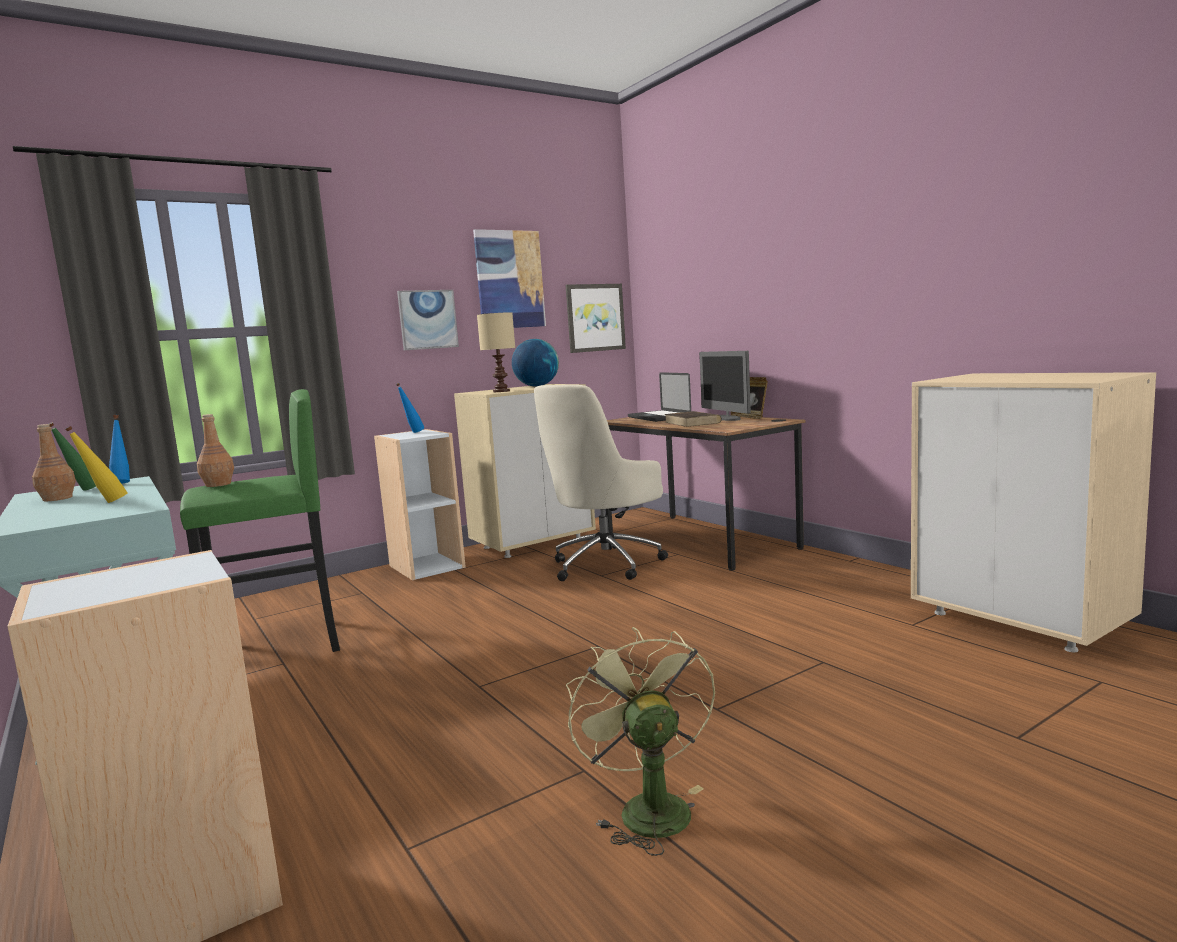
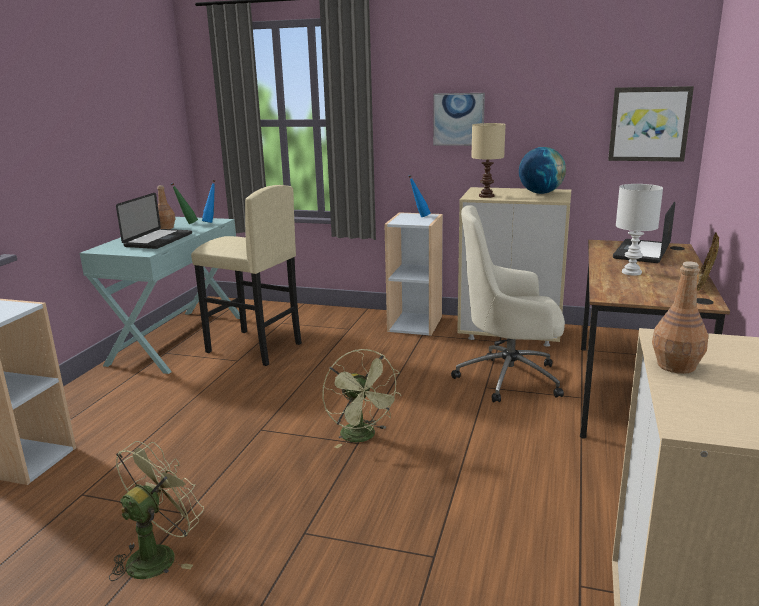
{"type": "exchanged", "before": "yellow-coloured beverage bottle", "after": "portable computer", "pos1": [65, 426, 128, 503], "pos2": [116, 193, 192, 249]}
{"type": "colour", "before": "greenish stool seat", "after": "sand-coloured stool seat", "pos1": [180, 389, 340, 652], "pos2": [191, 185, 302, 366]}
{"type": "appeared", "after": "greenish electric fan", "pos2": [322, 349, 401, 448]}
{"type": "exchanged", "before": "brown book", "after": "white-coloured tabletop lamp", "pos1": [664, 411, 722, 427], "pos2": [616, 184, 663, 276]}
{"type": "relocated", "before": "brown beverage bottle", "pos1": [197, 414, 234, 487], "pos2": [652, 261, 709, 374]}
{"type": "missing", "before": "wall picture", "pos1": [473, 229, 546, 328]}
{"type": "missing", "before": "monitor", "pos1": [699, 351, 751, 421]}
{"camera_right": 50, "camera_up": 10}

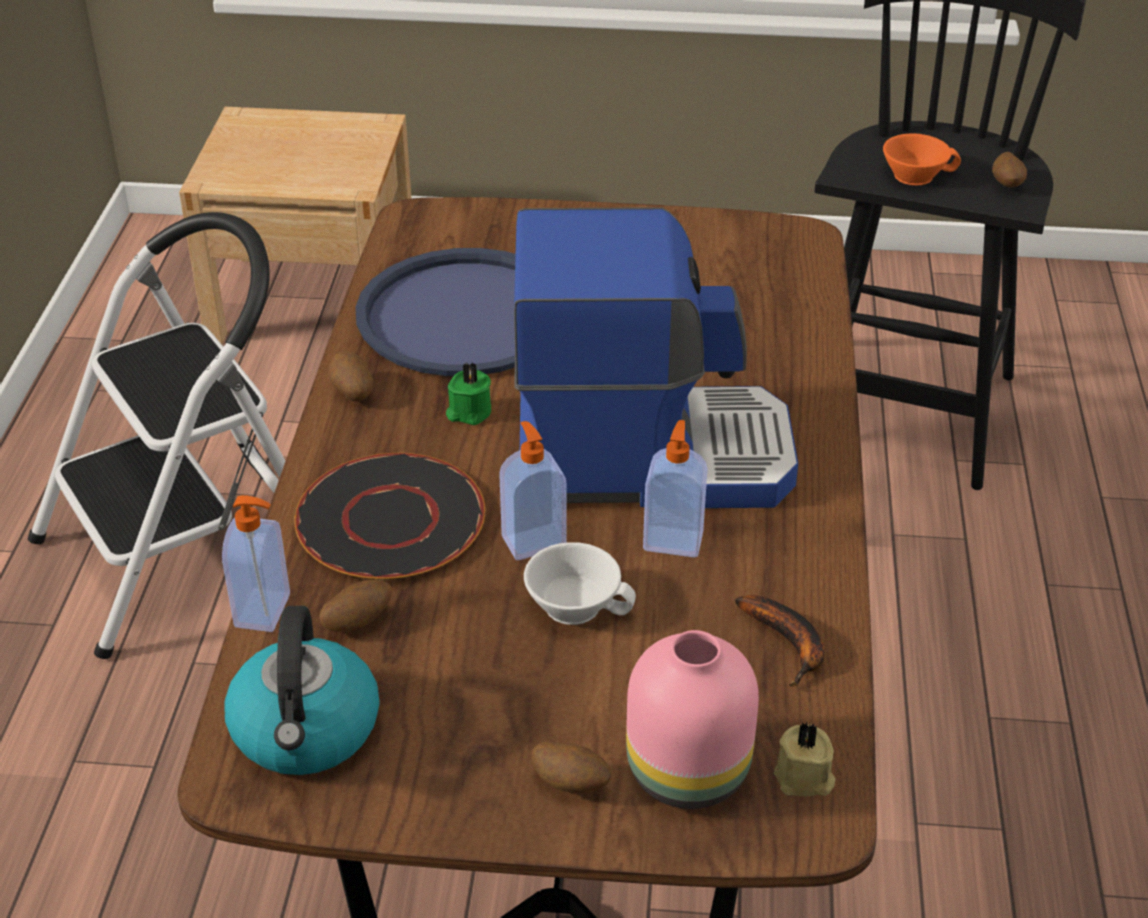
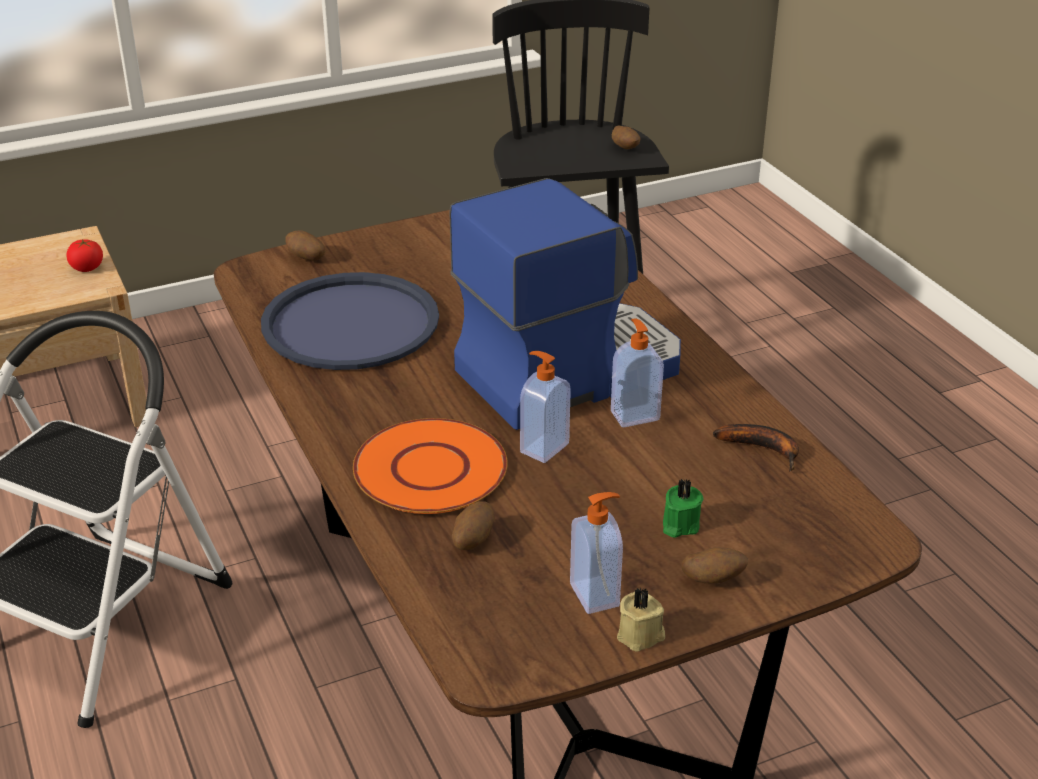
{"type": "appeared", "after": "tomato", "pos2": [67, 239, 103, 272]}
{"type": "relocated", "before": "whole potato", "pos1": [329, 351, 373, 401], "pos2": [286, 230, 325, 261]}
{"type": "colour", "before": "blackish dinner plate", "after": "orange-coloured dinner plate", "pos1": [294, 453, 486, 580], "pos2": [353, 418, 508, 514]}
{"type": "relocated", "before": "soap dispenser", "pos1": [222, 495, 290, 632], "pos2": [570, 492, 623, 614]}
{"type": "relocated", "before": "sand-coloured candle", "pos1": [774, 721, 835, 796], "pos2": [617, 588, 665, 652]}
{"type": "relocated", "before": "greenish candle", "pos1": [446, 362, 491, 425], "pos2": [663, 479, 703, 538]}
{"type": "missing", "before": "tea kettle", "pos1": [224, 605, 379, 775]}
{"type": "missing", "before": "white-coloured small cup", "pos1": [524, 542, 636, 625]}
{"type": "missing", "before": "pink vase", "pos1": [626, 630, 759, 809]}
{"type": "missing", "before": "orange-coloured small cup", "pos1": [883, 133, 961, 186]}
{"camera_right": -30, "camera_up": -5}

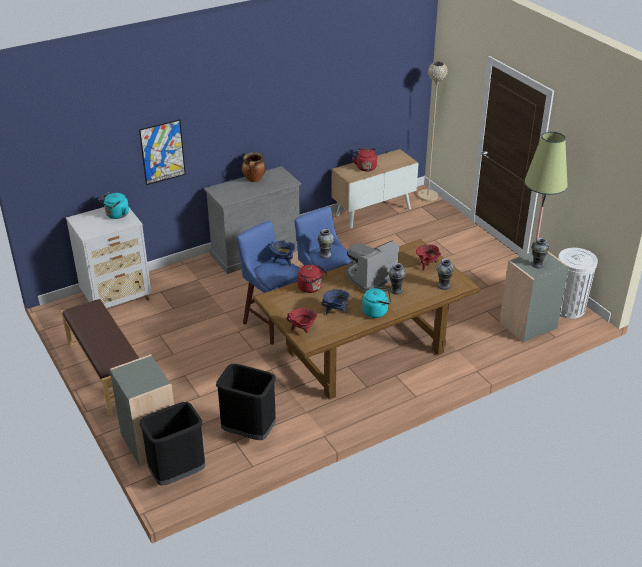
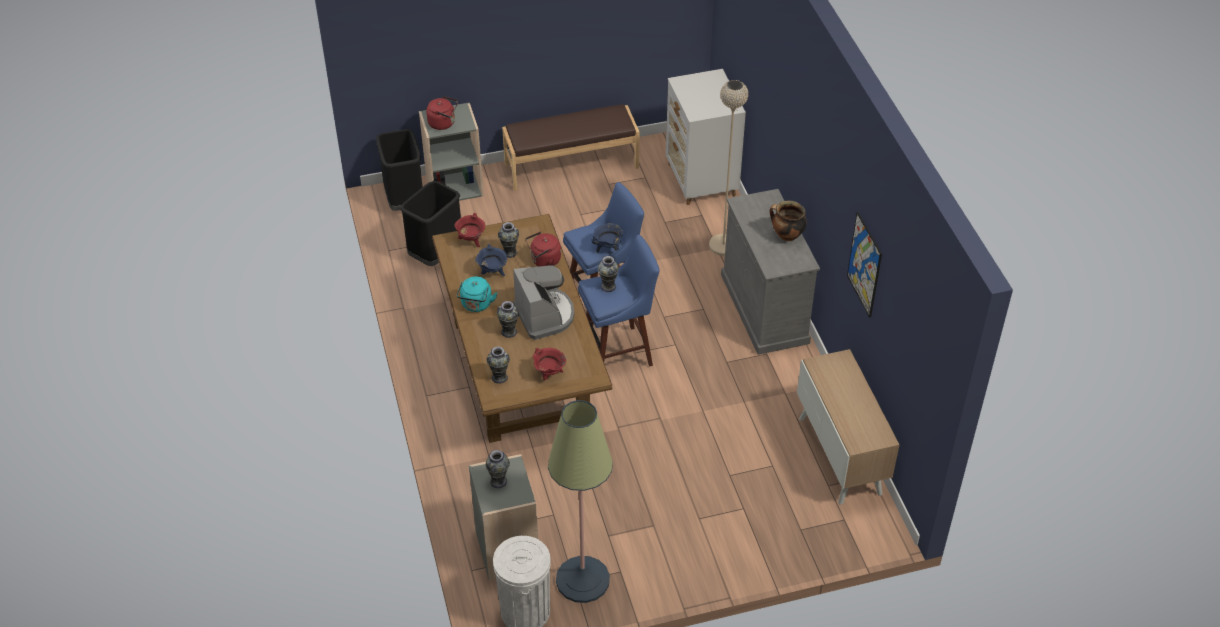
{"type": "relocated", "before": "red-coloured tea kettle", "pos1": [352, 148, 377, 171], "pos2": [426, 96, 458, 130]}
{"type": "appeared", "after": "vase", "pos2": [498, 222, 519, 258]}
{"type": "relocated", "before": "sand-coloured standing lamp", "pos1": [418, 62, 448, 202], "pos2": [709, 80, 748, 256]}
{"type": "relocated", "before": "wall picture", "pos1": [139, 119, 186, 185], "pos2": [847, 212, 882, 318]}
{"type": "missing", "before": "turquoise tea kettle", "pos1": [99, 192, 129, 219]}
{"camera_right": 105, "camera_up": 10}

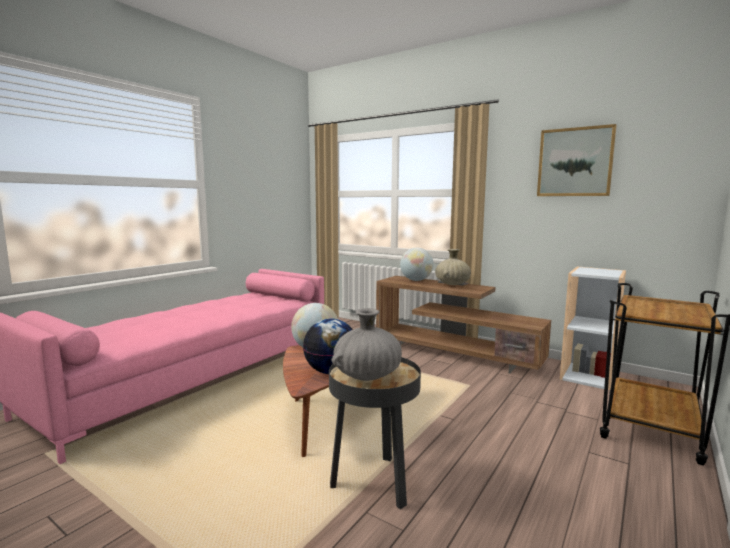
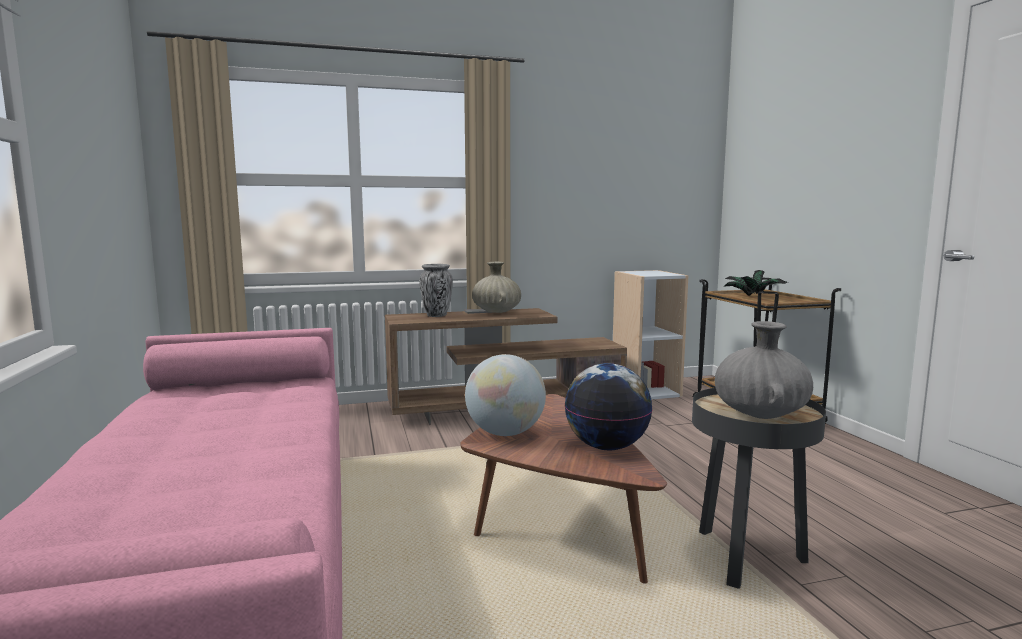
{"type": "exchanged", "before": "desk globe", "after": "vase", "pos1": [400, 248, 434, 281], "pos2": [419, 264, 453, 317]}
{"type": "appeared", "after": "plant in a pot", "pos2": [723, 270, 788, 296]}
{"type": "missing", "before": "wall picture", "pos1": [537, 124, 616, 196]}
{"camera_right": -50, "camera_up": 0}

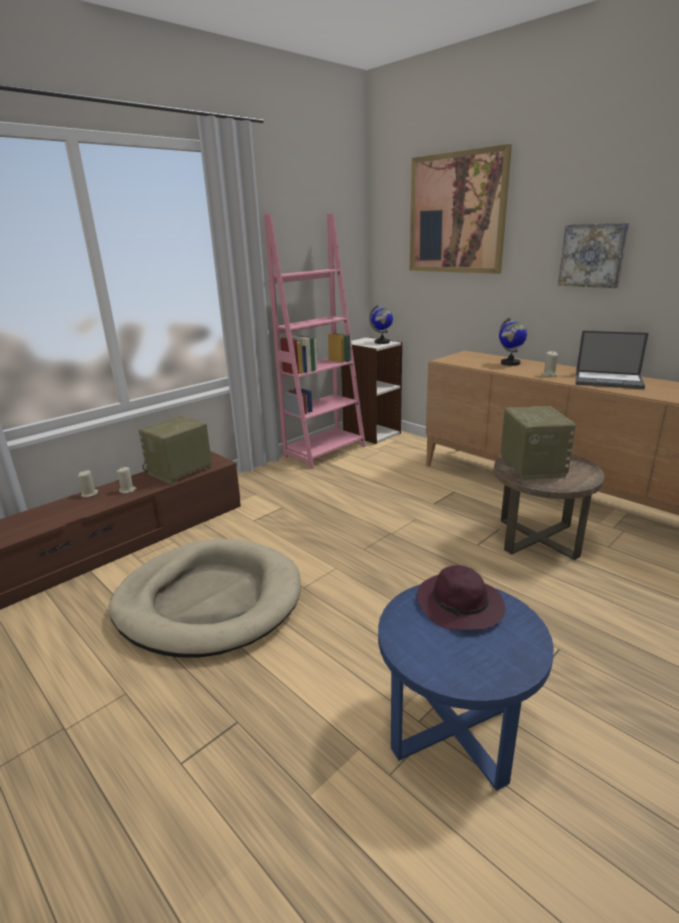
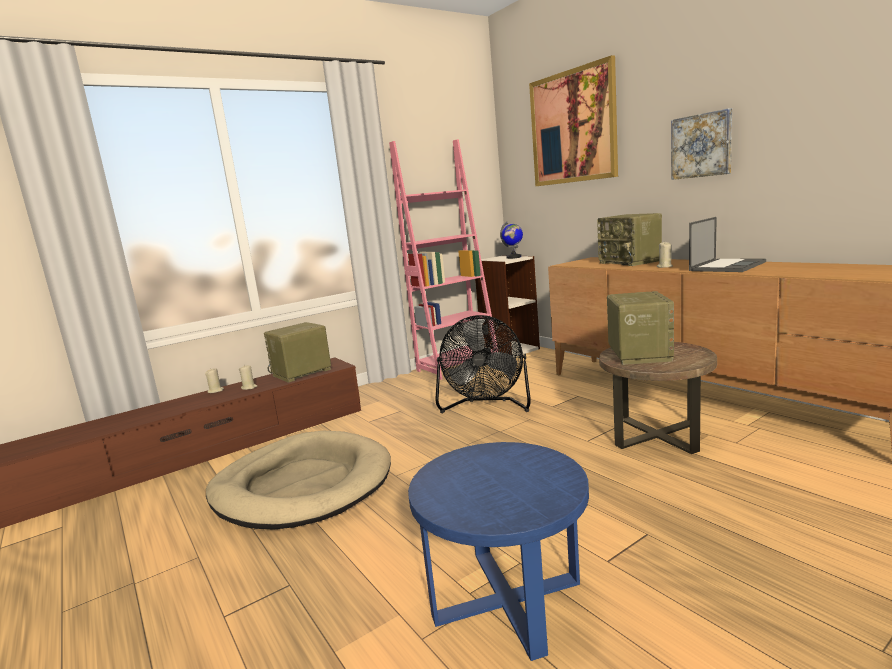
{"type": "appeared", "after": "blackish electric fan", "pos2": [435, 315, 531, 413]}
{"type": "exchanged", "before": "desk globe", "after": "radio", "pos1": [499, 317, 527, 366], "pos2": [597, 213, 662, 266]}
{"type": "spun", "before": "portable computer", "pos1": [576, 331, 649, 389], "pos2": [689, 217, 766, 272], "turn": -75}
{"type": "missing", "before": "purple-coloured clothing hat", "pos1": [417, 565, 505, 630]}
{"camera_right": 10, "camera_up": -10}

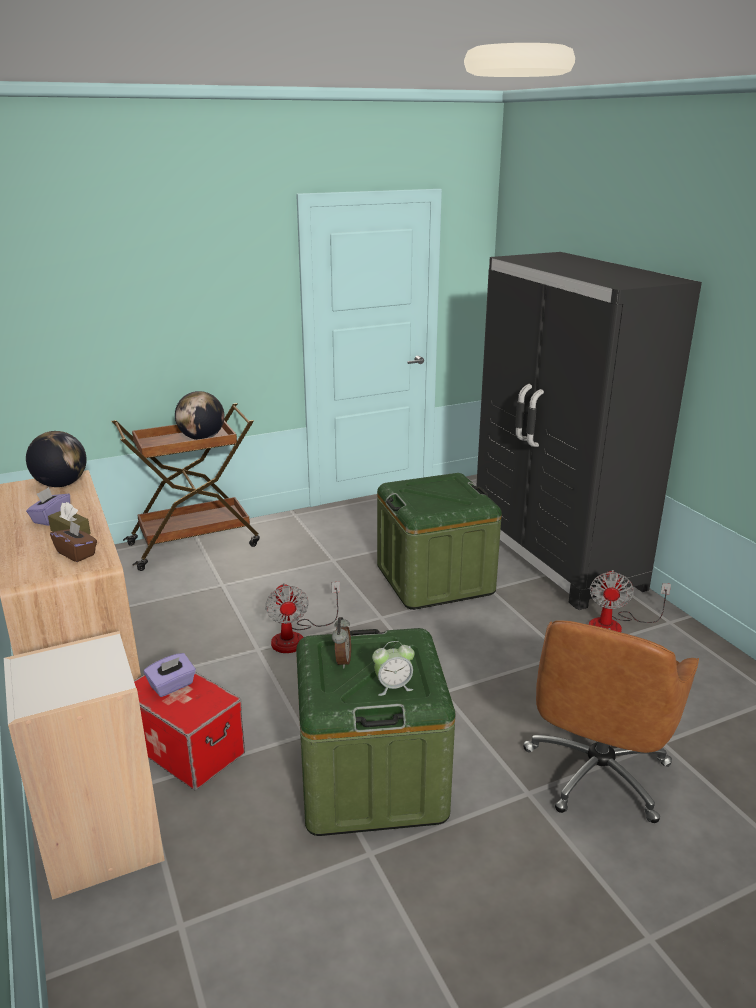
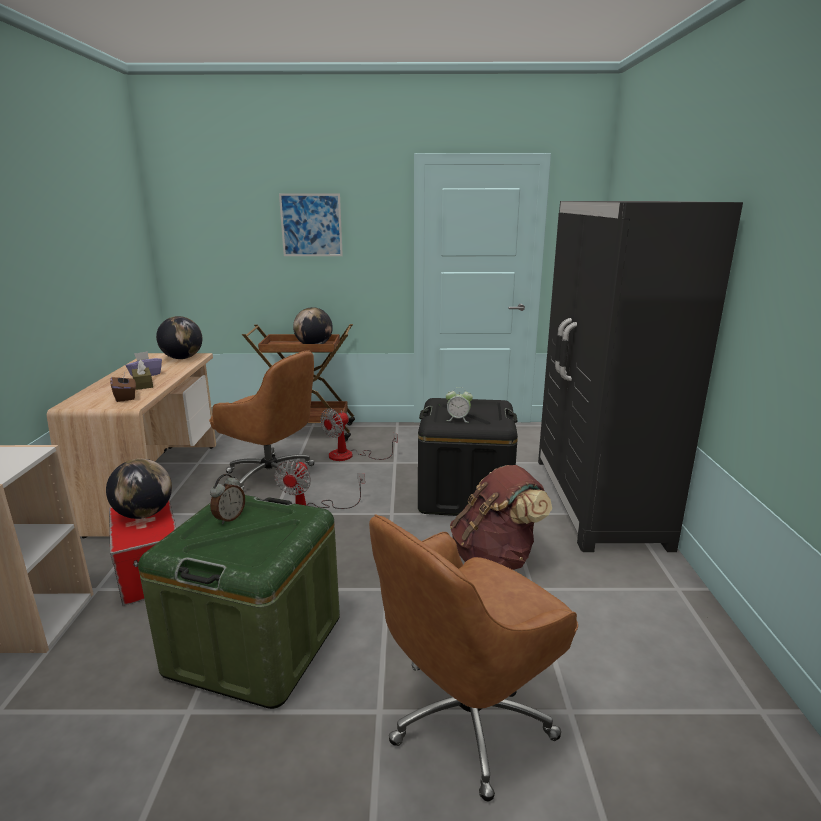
{"type": "exchanged", "before": "purple-coloured tissue box", "after": "desk globe", "pos1": [144, 653, 196, 697], "pos2": [106, 459, 172, 519]}
{"type": "appeared", "after": "brown desk chair", "pos2": [209, 350, 314, 491]}
{"type": "appeared", "after": "wall picture", "pos2": [279, 193, 343, 256]}
{"type": "relocated", "before": "electric fan", "pos1": [589, 570, 671, 632], "pos2": [320, 408, 398, 461]}
{"type": "colour", "before": "greenish storage box", "after": "blackish storage box", "pos1": [377, 473, 502, 610], "pos2": [418, 398, 518, 516]}
{"type": "relocated", "before": "bedside clock", "pos1": [372, 641, 415, 696], "pos2": [446, 387, 473, 423]}
{"type": "appeared", "after": "brown rucksack", "pos2": [450, 465, 552, 570]}
{"camera_right": 25, "camera_up": -5}

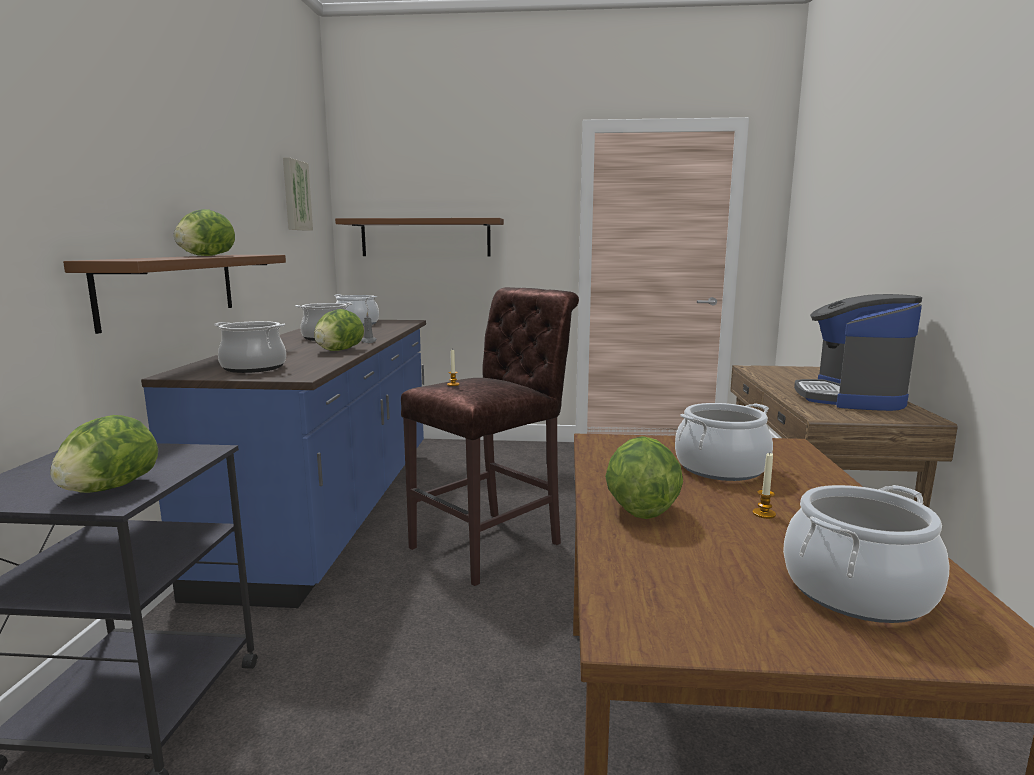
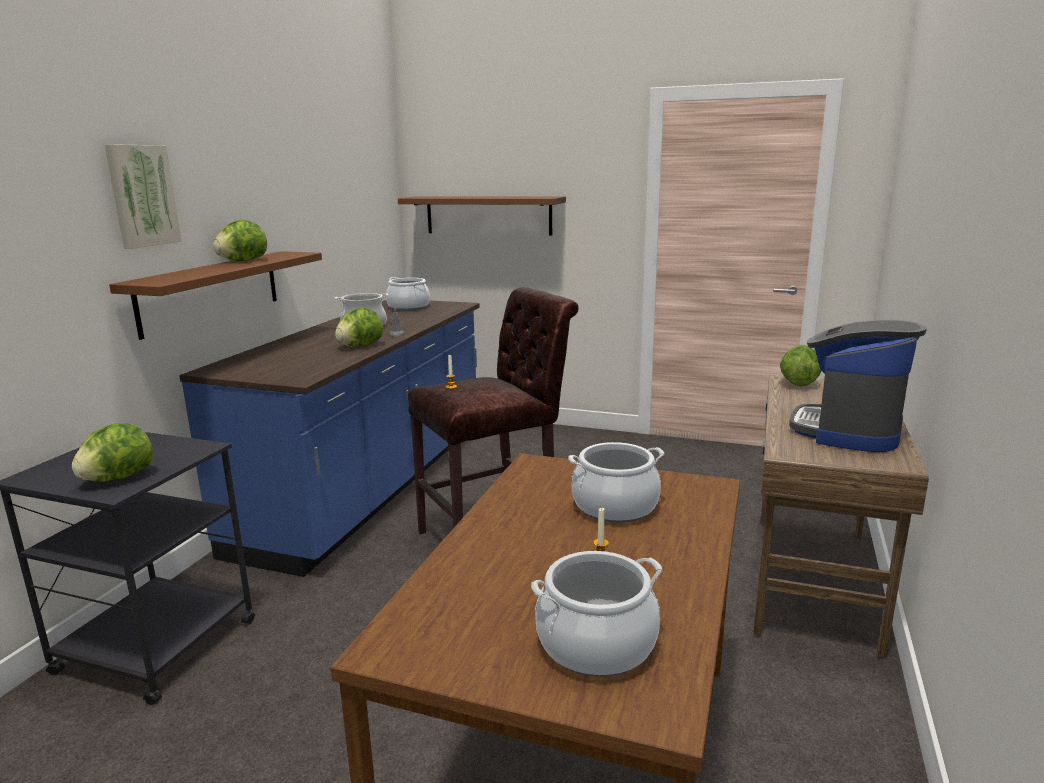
{"type": "relocated", "before": "wall picture", "pos1": [283, 158, 313, 231], "pos2": [105, 144, 182, 249]}
{"type": "relocated", "before": "lettuce", "pos1": [605, 436, 683, 519], "pos2": [780, 345, 821, 387]}
{"type": "missing", "before": "cooking pot", "pos1": [214, 321, 286, 373]}
{"camera_right": 15, "camera_up": 5}

